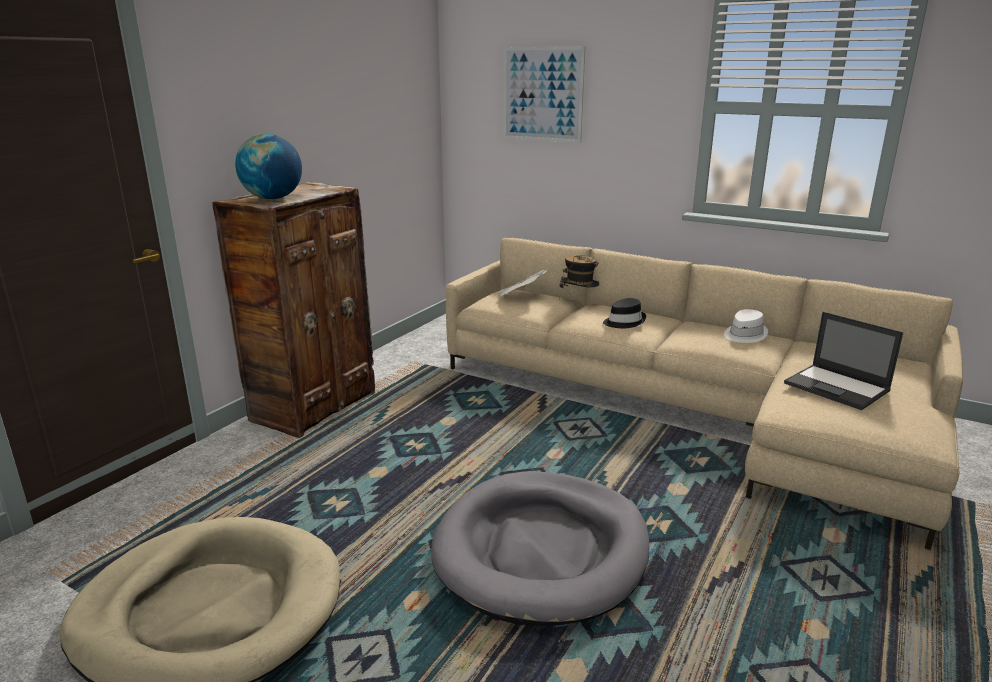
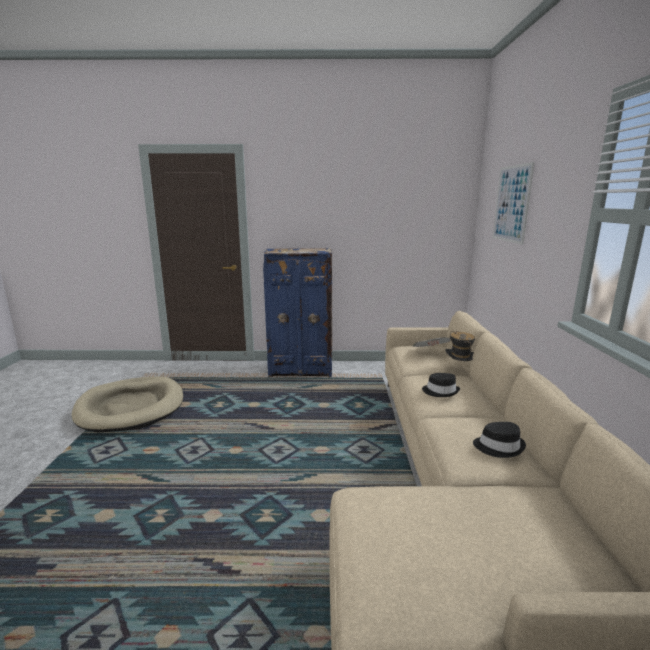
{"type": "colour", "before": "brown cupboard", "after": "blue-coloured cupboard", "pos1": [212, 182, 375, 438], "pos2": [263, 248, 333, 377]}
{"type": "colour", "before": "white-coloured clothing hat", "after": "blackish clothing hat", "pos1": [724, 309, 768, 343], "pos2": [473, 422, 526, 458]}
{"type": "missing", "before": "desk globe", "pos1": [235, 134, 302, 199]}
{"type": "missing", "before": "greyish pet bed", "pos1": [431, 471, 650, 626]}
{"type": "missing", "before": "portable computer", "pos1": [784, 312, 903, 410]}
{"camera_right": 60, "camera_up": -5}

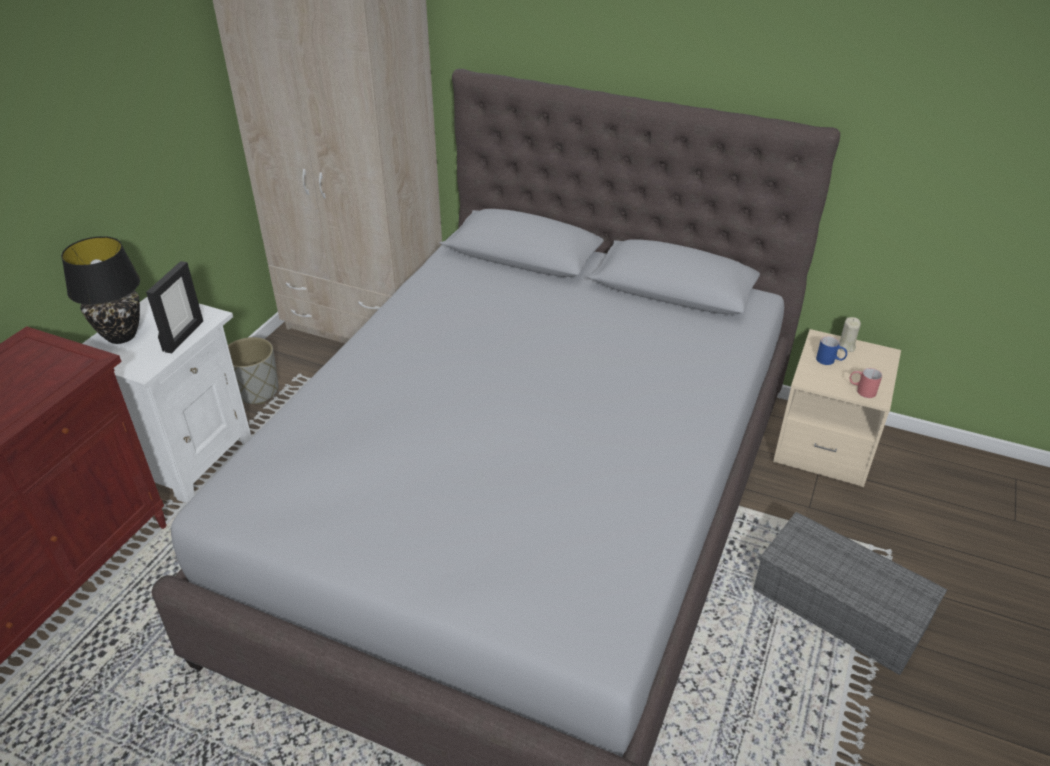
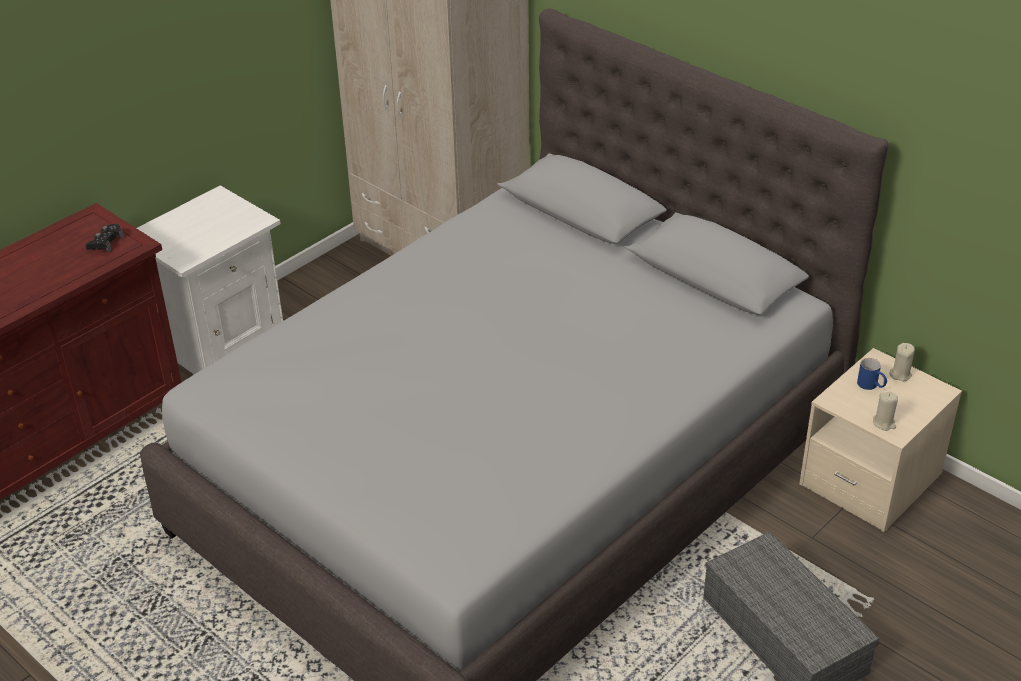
{"type": "appeared", "after": "blackish joypad", "pos2": [86, 224, 124, 252]}
{"type": "exchanged", "before": "red-coloured tea mug", "after": "sand-coloured candle", "pos1": [850, 368, 882, 398], "pos2": [873, 391, 898, 431]}
{"type": "missing", "before": "blackish tabletop lamp", "pos1": [61, 236, 140, 344]}
{"type": "missing", "before": "photo frame", "pos1": [146, 261, 203, 353]}
{"type": "missing", "before": "greyish plant pot", "pos1": [228, 337, 279, 404]}
{"camera_right": 20, "camera_up": 0}

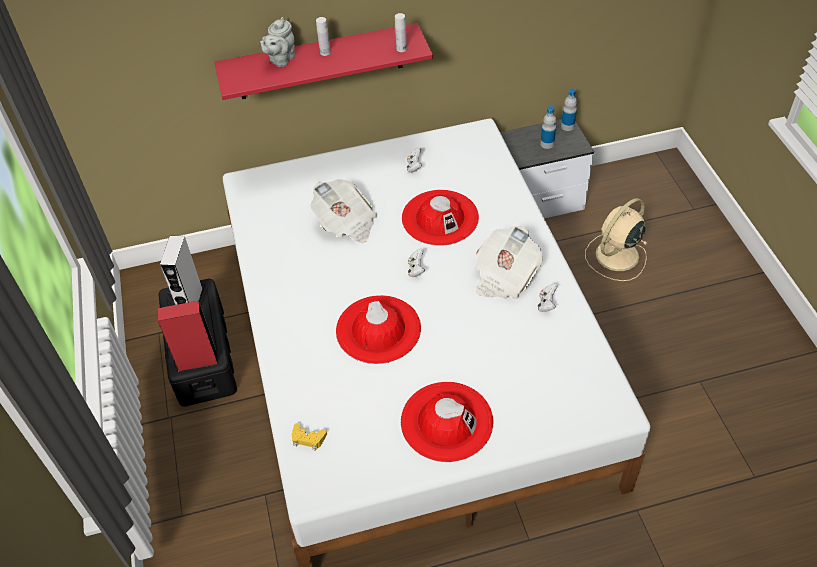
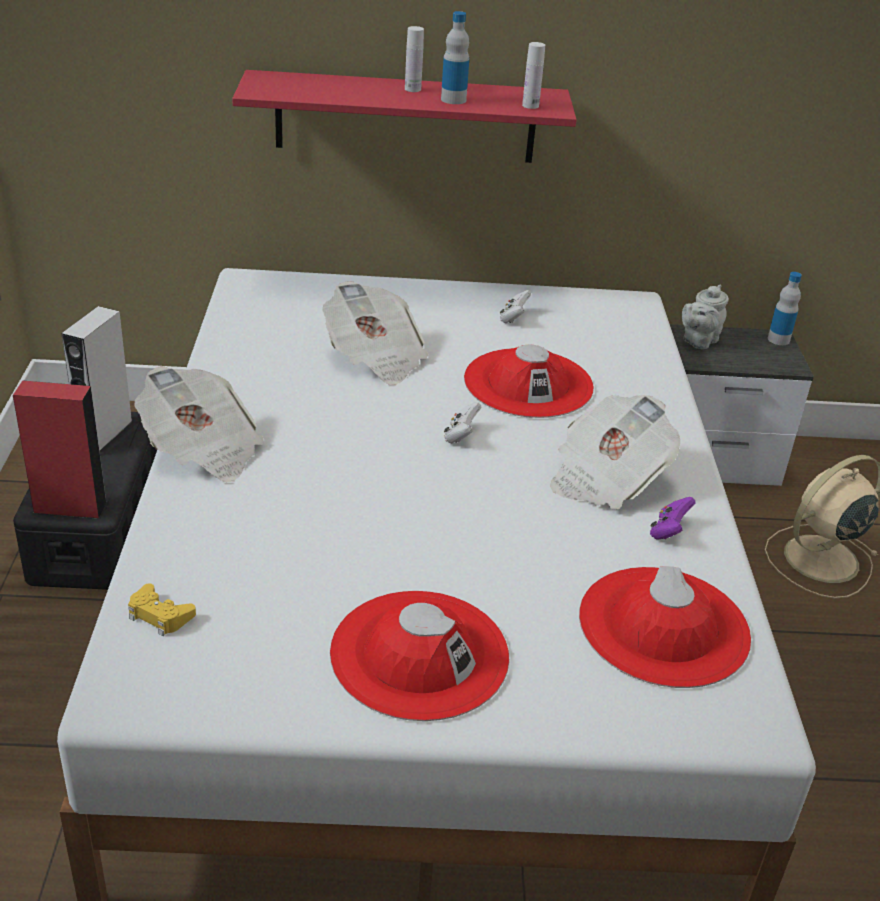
{"type": "appeared", "after": "printed paper", "pos2": [135, 366, 264, 482]}
{"type": "relocated", "before": "beverage bottle", "pos1": [540, 106, 556, 149], "pos2": [441, 11, 469, 104]}
{"type": "relocated", "before": "red-coloured clothing hat", "pos1": [336, 295, 421, 364], "pos2": [579, 566, 751, 688]}
{"type": "colour", "before": "white-coloured joypad", "after": "purple-coloured joypad", "pos1": [538, 283, 558, 312], "pos2": [650, 497, 696, 540]}
{"type": "relocated", "before": "greyish pot for tea", "pos1": [260, 17, 295, 67], "pos2": [682, 284, 729, 349]}
{"camera_right": 10, "camera_up": -15}

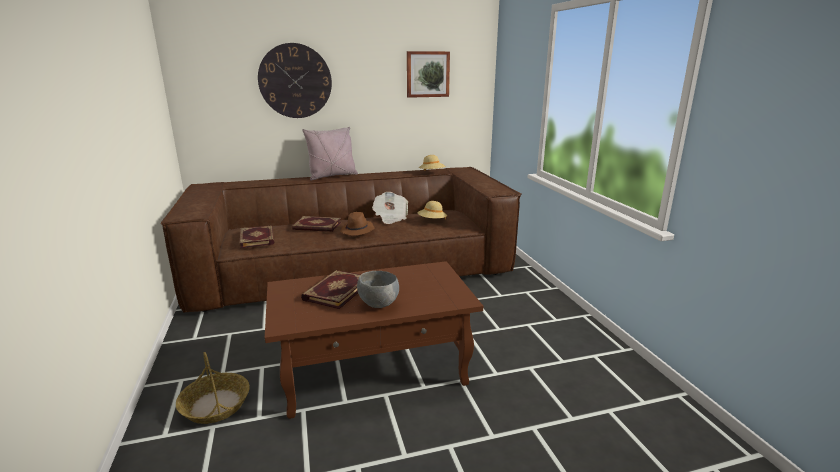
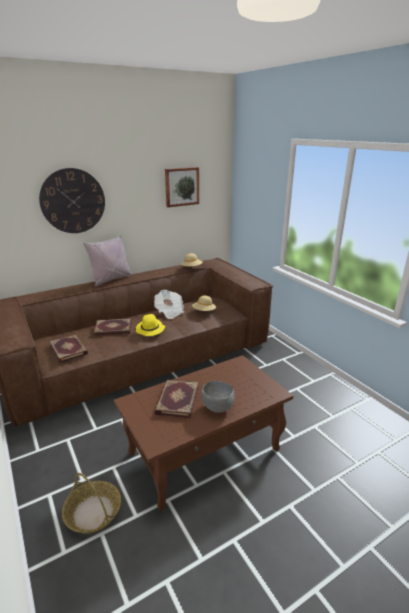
{"type": "colour", "before": "brown clothing hat", "after": "yellow-coloured clothing hat", "pos1": [340, 212, 374, 236], "pos2": [136, 314, 165, 336]}
{"camera_right": -15, "camera_up": 5}

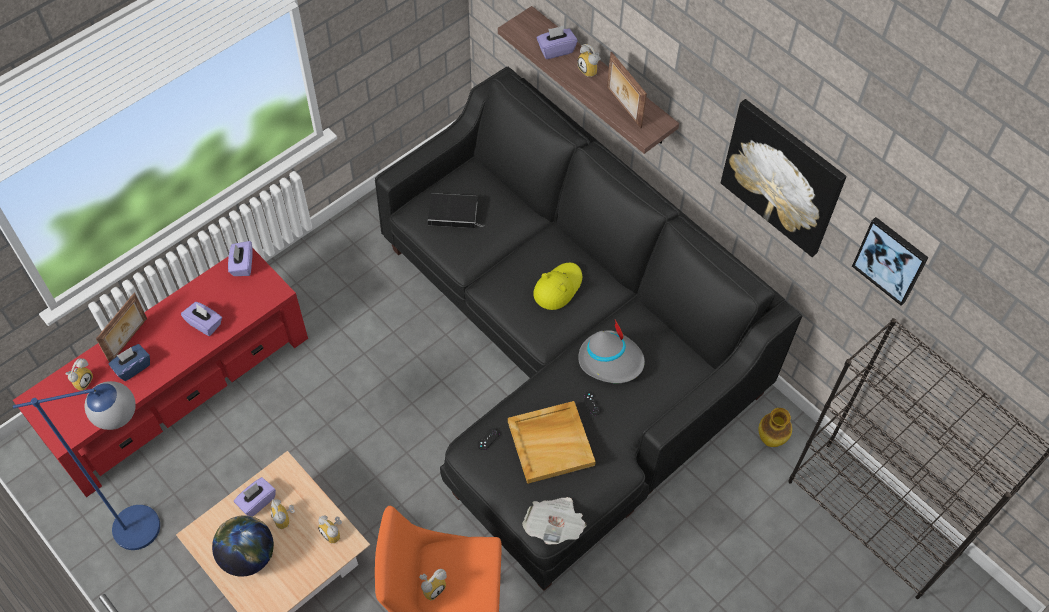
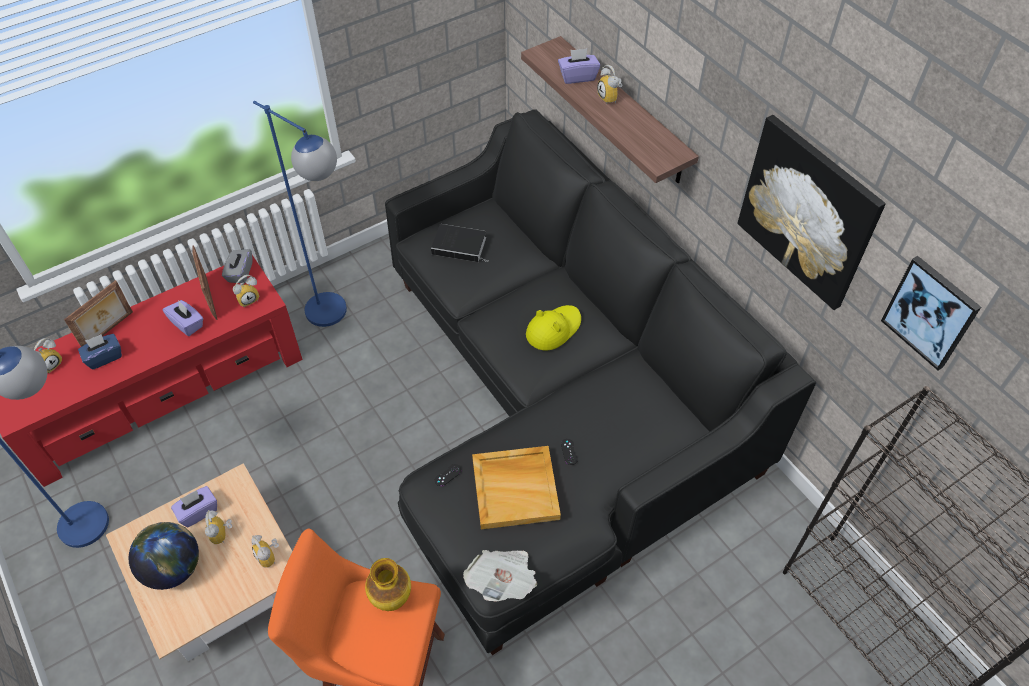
{"type": "relocated", "before": "photo frame", "pos1": [607, 52, 647, 128], "pos2": [192, 245, 218, 320]}
{"type": "colour", "before": "purple-coloured tissue box", "after": "greyish tissue box", "pos1": [228, 241, 252, 276], "pos2": [222, 249, 253, 283]}
{"type": "relocated", "before": "bedside clock", "pos1": [419, 569, 447, 600], "pos2": [233, 275, 259, 307]}
{"type": "appeared", "after": "blue-coloured standing lamp", "pos2": [253, 101, 347, 327]}
{"type": "relocated", "before": "vase", "pos1": [758, 408, 792, 447], "pos2": [365, 558, 411, 611]}
{"type": "missing", "before": "greyish clothing hat", "pos1": [578, 320, 645, 383]}
{"camera_right": 10, "camera_up": -5}

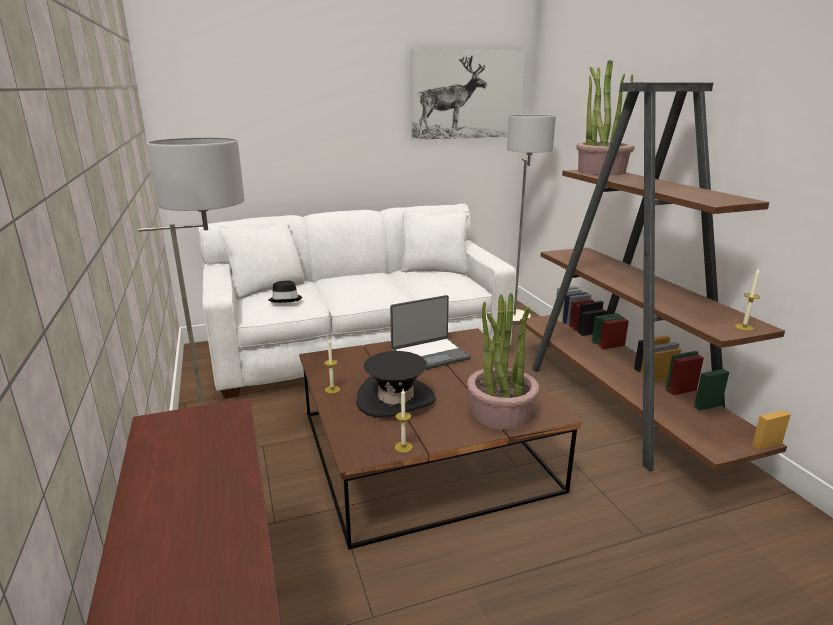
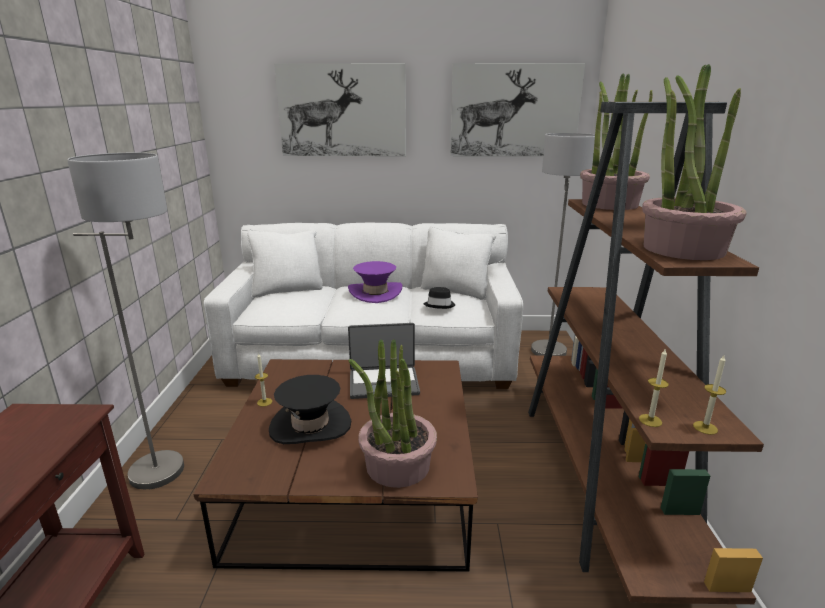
{"type": "appeared", "after": "wall picture", "pos2": [274, 63, 406, 156]}
{"type": "appeared", "after": "purple-coloured clothing hat", "pos2": [348, 261, 402, 303]}
{"type": "relocated", "before": "blackish clothing hat", "pos1": [268, 281, 302, 303], "pos2": [424, 287, 455, 309]}
{"type": "relocated", "before": "candle", "pos1": [395, 389, 413, 453], "pos2": [639, 348, 669, 427]}
{"type": "appeared", "after": "plant in a pot", "pos2": [642, 64, 746, 260]}
{"camera_right": 20, "camera_up": 0}

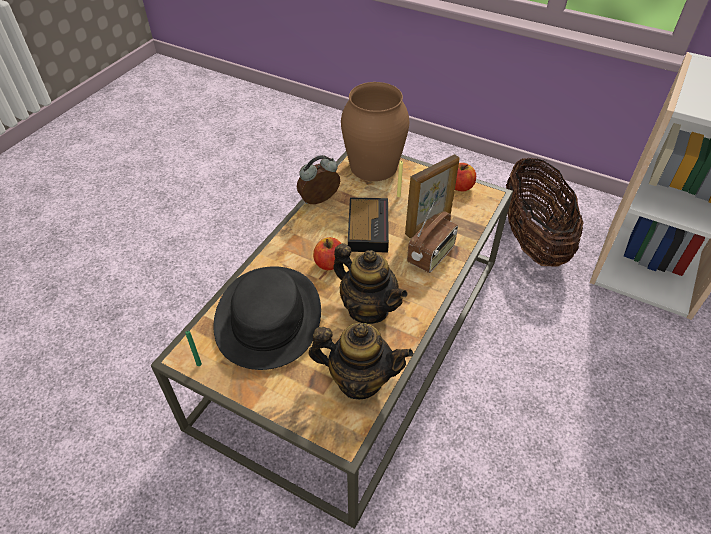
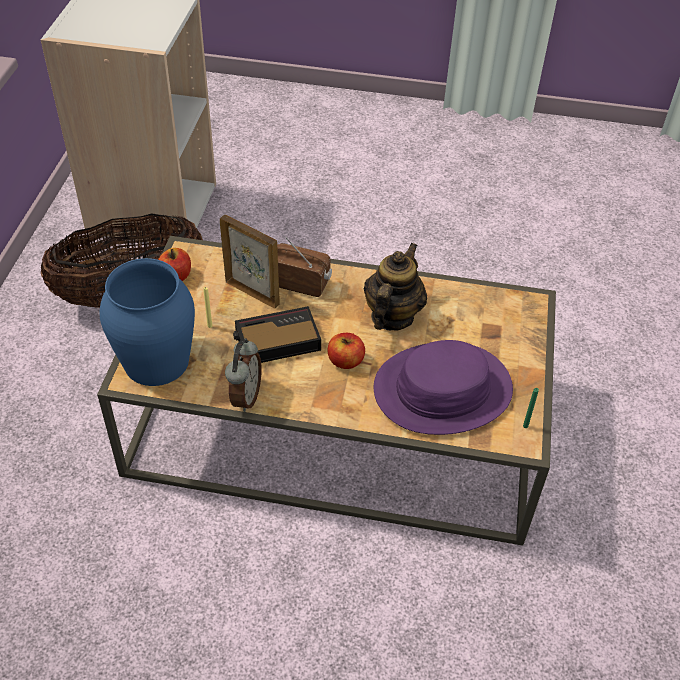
{"type": "colour", "before": "brown vase", "after": "blue-coloured vase", "pos1": [341, 82, 409, 181], "pos2": [100, 258, 195, 386]}
{"type": "spun", "before": "bedside clock", "pos1": [297, 155, 340, 204], "pos2": [225, 339, 261, 412], "turn": -120}
{"type": "colour", "before": "blackish clothing hat", "after": "purple-coloured clothing hat", "pos1": [214, 266, 321, 370], "pos2": [373, 340, 513, 435]}
{"type": "missing", "before": "pot for tea", "pos1": [308, 323, 413, 399]}
{"camera_right": -110, "camera_up": 0}

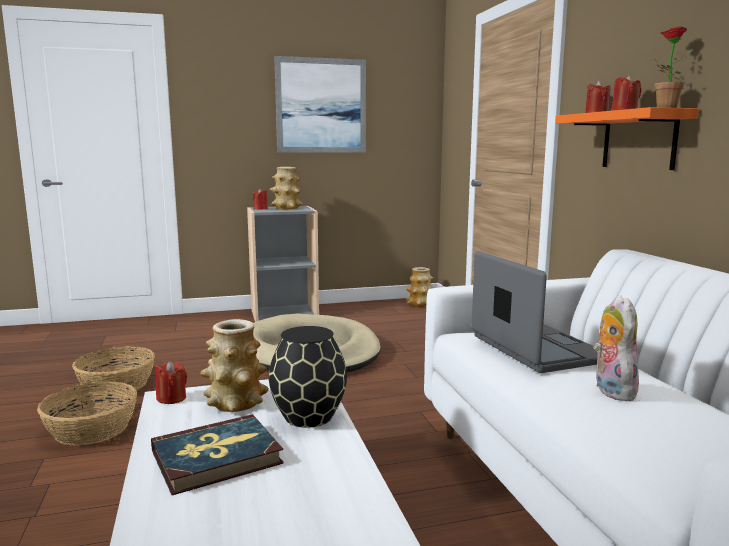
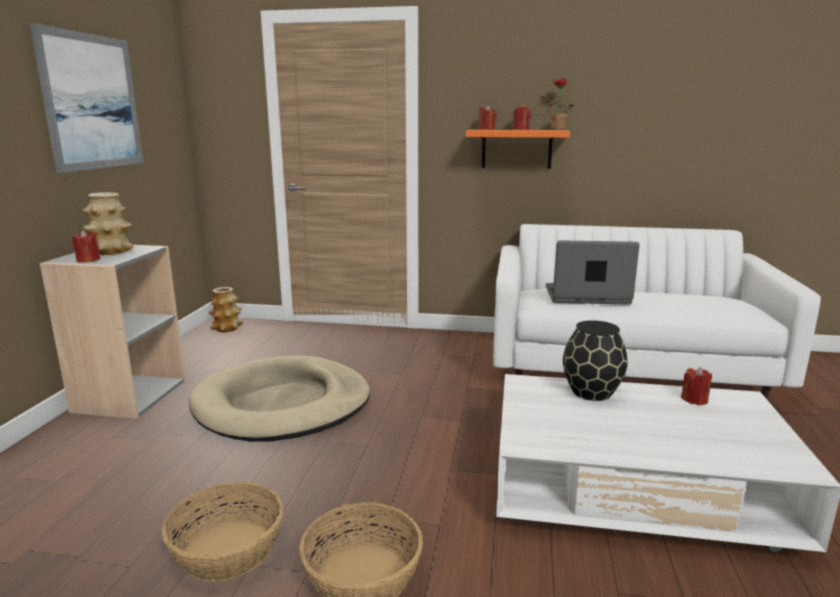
{"type": "relocated", "before": "red-coloured candle", "pos1": [155, 361, 187, 404], "pos2": [681, 367, 712, 405]}
{"type": "missing", "before": "book", "pos1": [151, 414, 284, 495]}
{"type": "missing", "before": "vase", "pos1": [200, 319, 269, 412]}
{"type": "missing", "before": "cuddly toy", "pos1": [593, 295, 639, 401]}
{"camera_right": -65, "camera_up": 5}

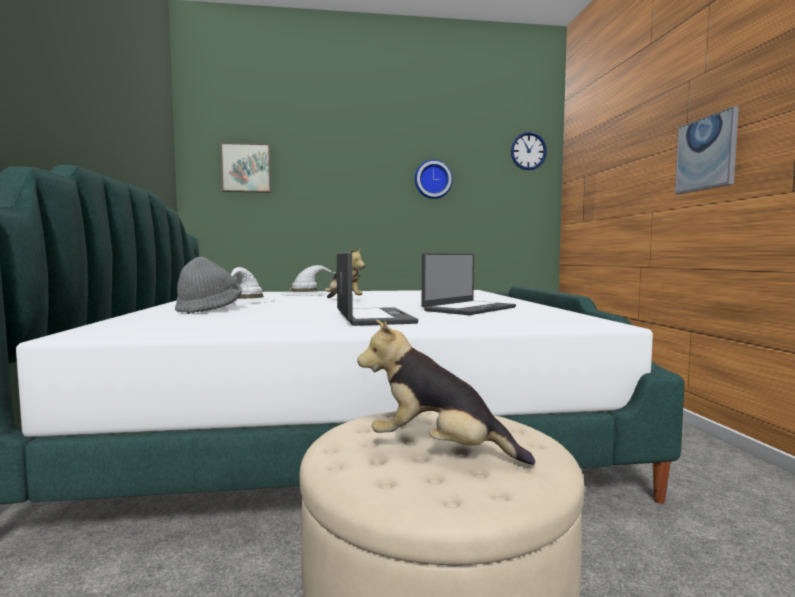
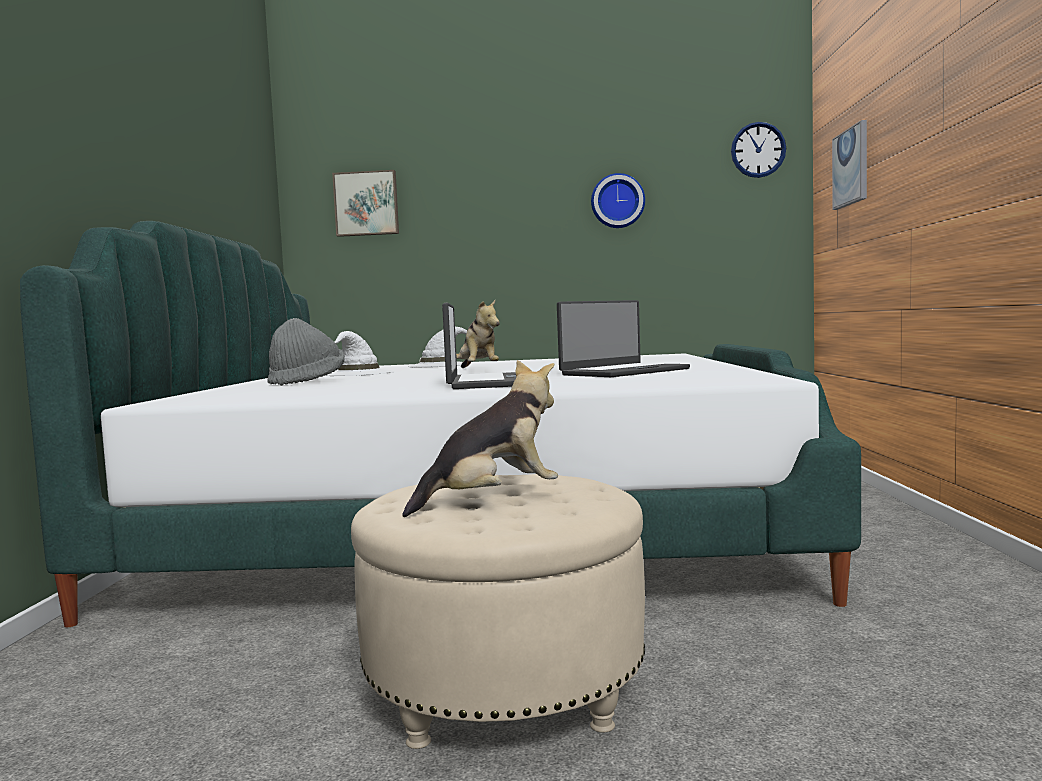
{"type": "spun", "before": "cuddly toy", "pos1": [357, 319, 535, 465], "pos2": [402, 360, 558, 517], "turn": 120}
{"type": "relocated", "before": "wall picture", "pos1": [675, 106, 739, 194], "pos2": [832, 120, 867, 210]}
{"camera_right": 10, "camera_up": 0}

